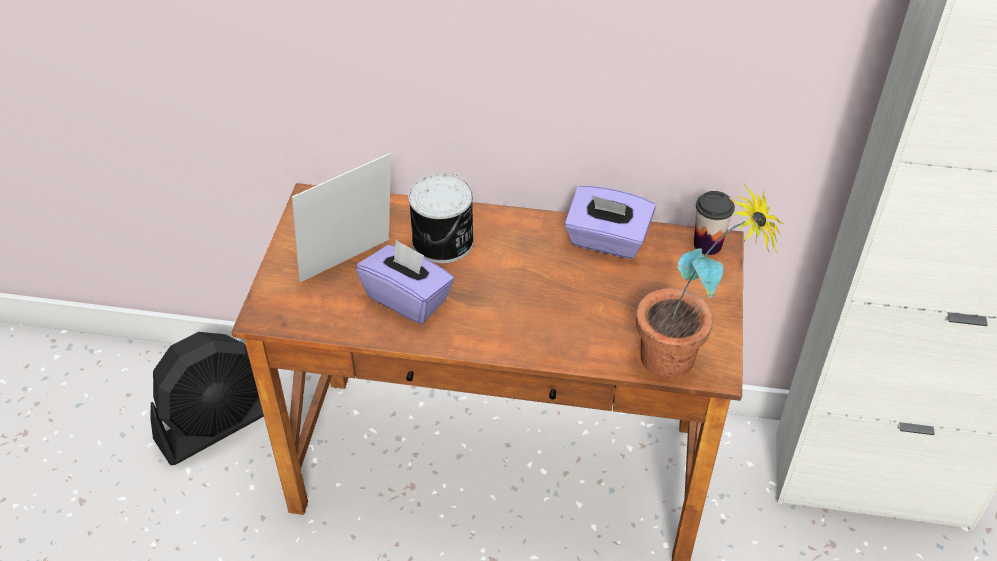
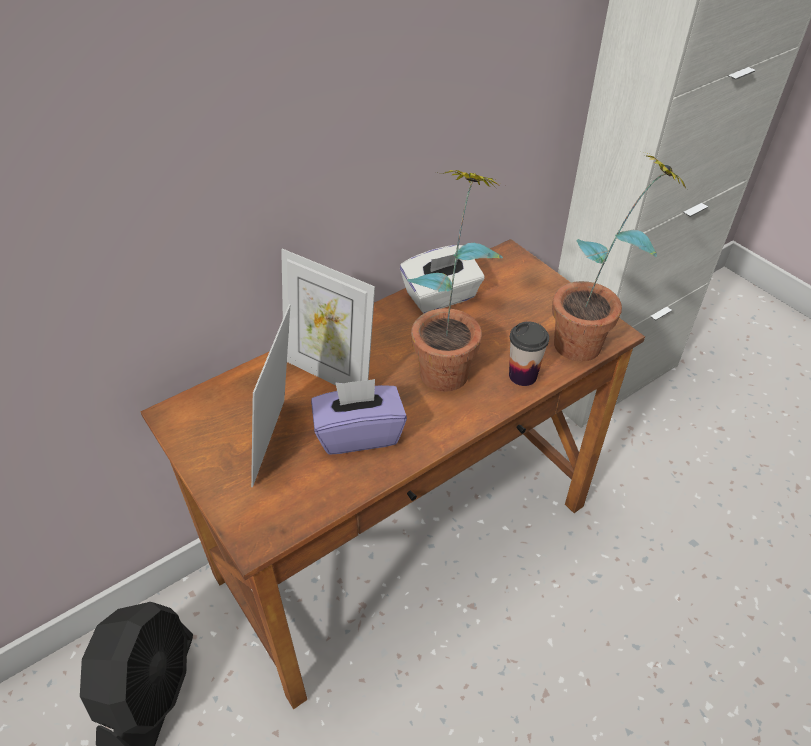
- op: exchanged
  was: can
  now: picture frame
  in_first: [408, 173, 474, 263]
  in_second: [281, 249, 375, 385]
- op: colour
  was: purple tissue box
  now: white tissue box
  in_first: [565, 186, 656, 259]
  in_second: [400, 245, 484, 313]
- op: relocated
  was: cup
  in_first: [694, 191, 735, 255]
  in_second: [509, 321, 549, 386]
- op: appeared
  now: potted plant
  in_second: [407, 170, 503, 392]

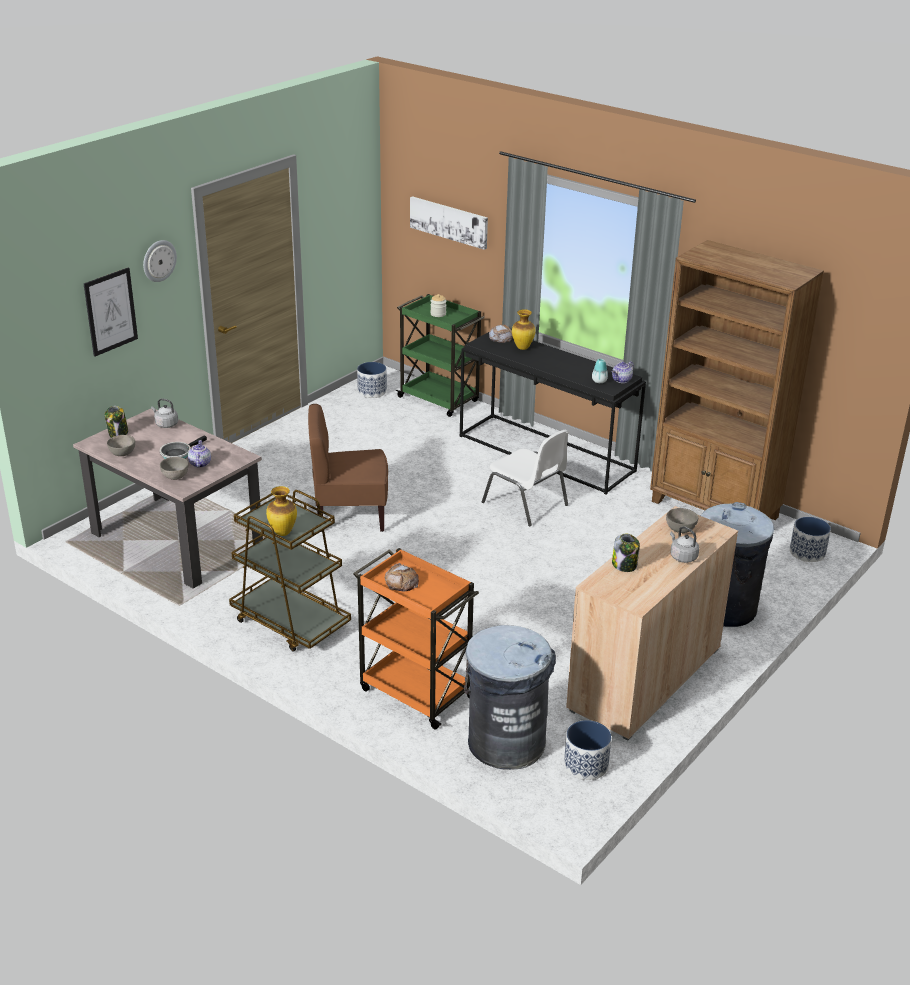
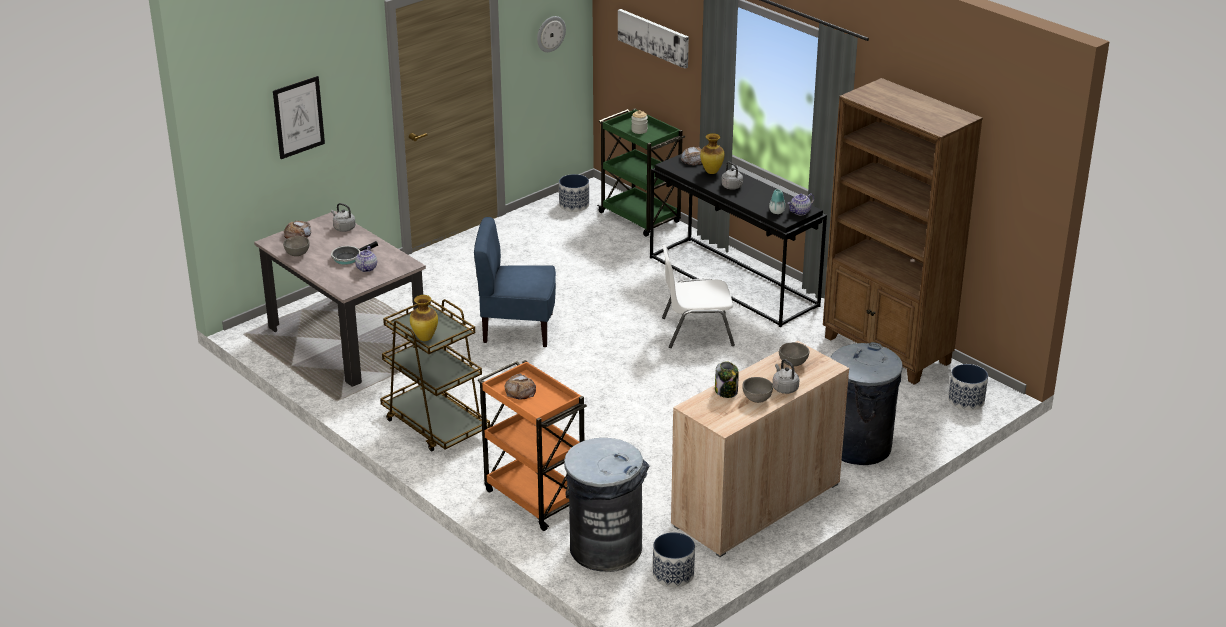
- op: relocated
  was: wall clock
  in_first: [143, 240, 177, 282]
  in_second: [537, 16, 566, 52]
- op: colour
  was: brown chair
  now: blue chair
  in_first: [308, 404, 388, 532]
  in_second: [474, 217, 556, 347]
- op: exchanged
  was: jar
  now: bread
  in_first: [105, 406, 128, 438]
  in_second: [284, 221, 311, 239]
- op: spun
  was: white chair
  in_first: [482, 430, 569, 526]
  in_second: [662, 244, 735, 348]
  clockwise: 120
- op: relocated
  was: grey bowl
  in_first: [160, 457, 188, 480]
  in_second: [742, 377, 773, 403]
- op: appeared
  now: grey kettle
  in_second: [721, 162, 743, 190]

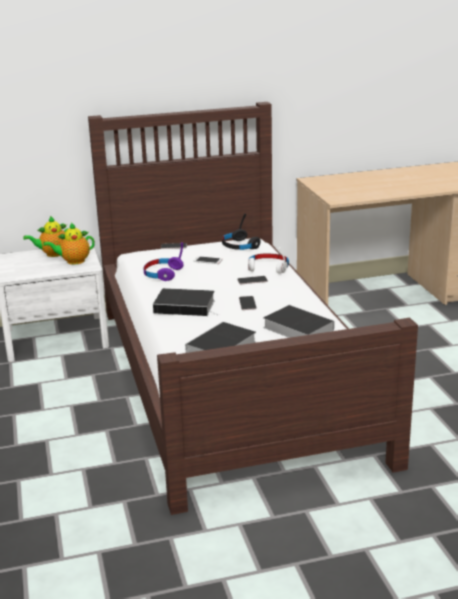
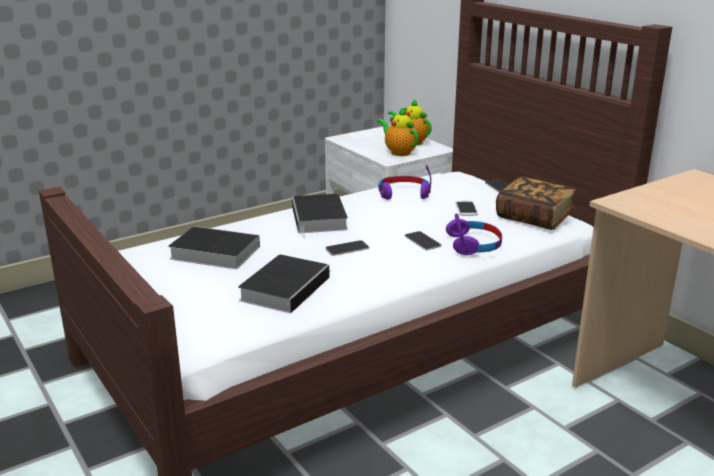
- op: exchanged
  was: black headphones
  now: book
  in_first: [222, 213, 261, 250]
  in_second: [496, 176, 576, 230]
- op: colour
  was: white headphones
  now: purple headphones
  in_first: [248, 247, 289, 274]
  in_second: [446, 213, 502, 255]

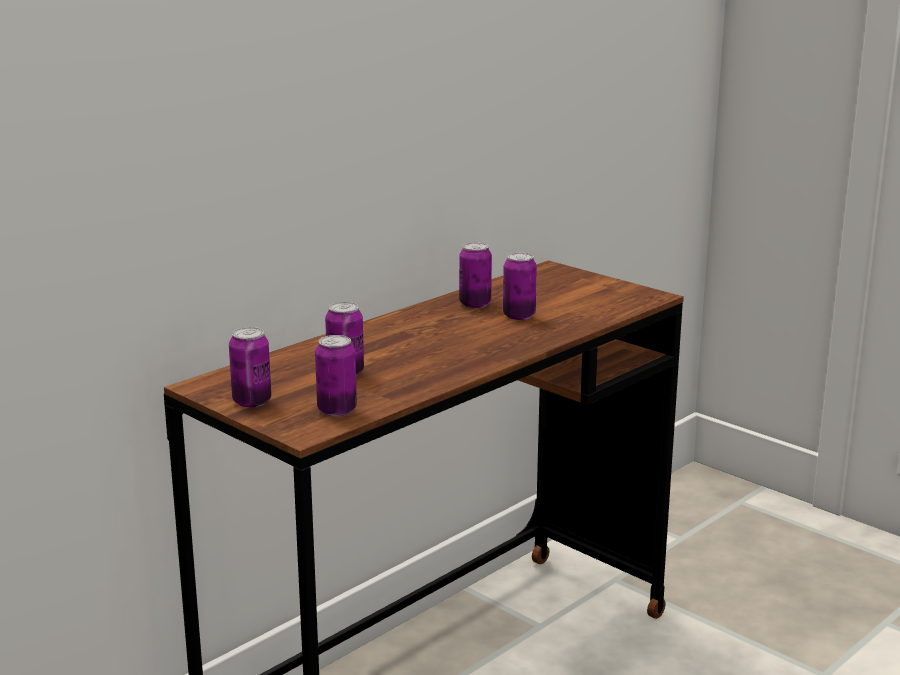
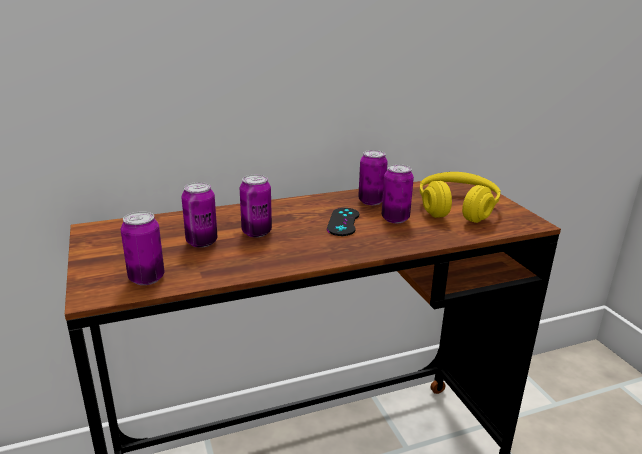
- op: relocated
  was: can
  in_first: [229, 327, 271, 408]
  in_second: [240, 175, 272, 237]
- op: appeared
  now: yellow headphones
  in_second: [420, 172, 501, 223]
- op: appeared
  now: black game controller
  in_second: [327, 208, 359, 236]

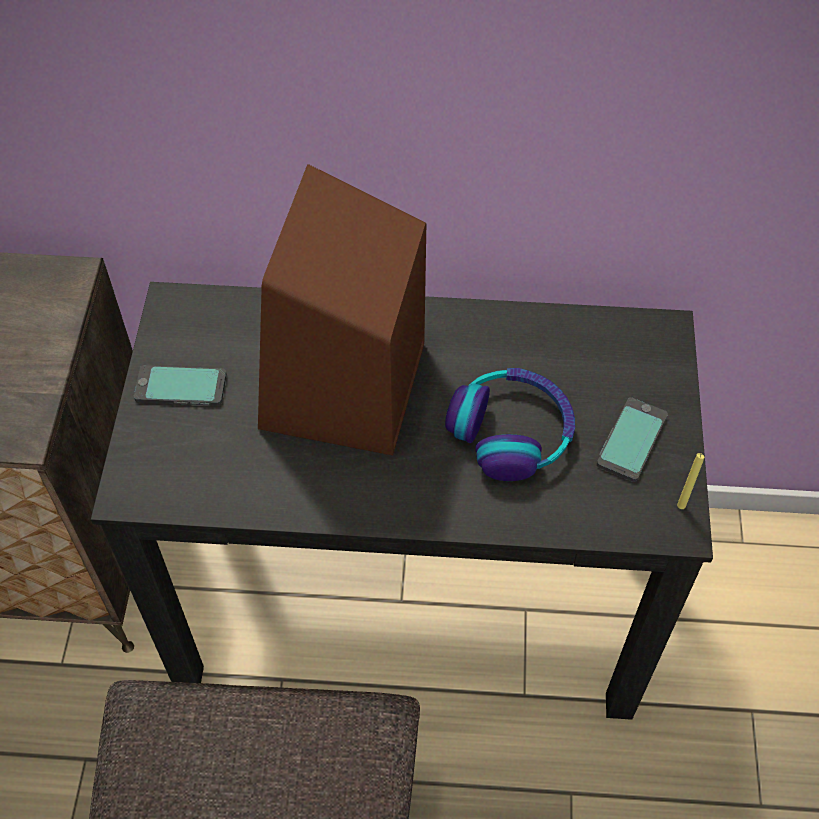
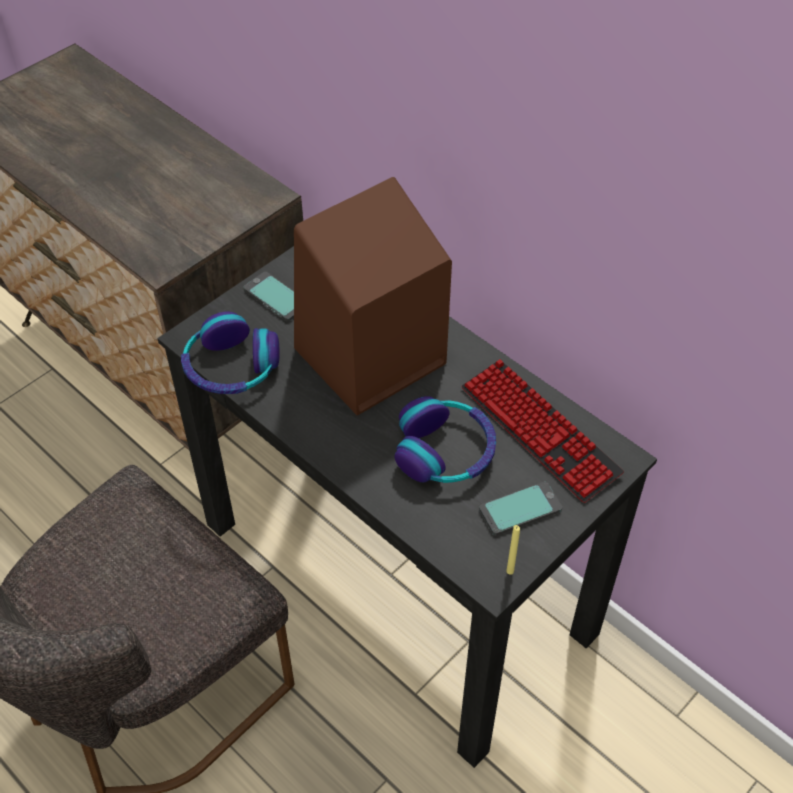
- op: appeared
  now: headphones
  in_second: [181, 312, 280, 394]
- op: appeared
  now: keyboard
  in_second: [461, 359, 624, 503]

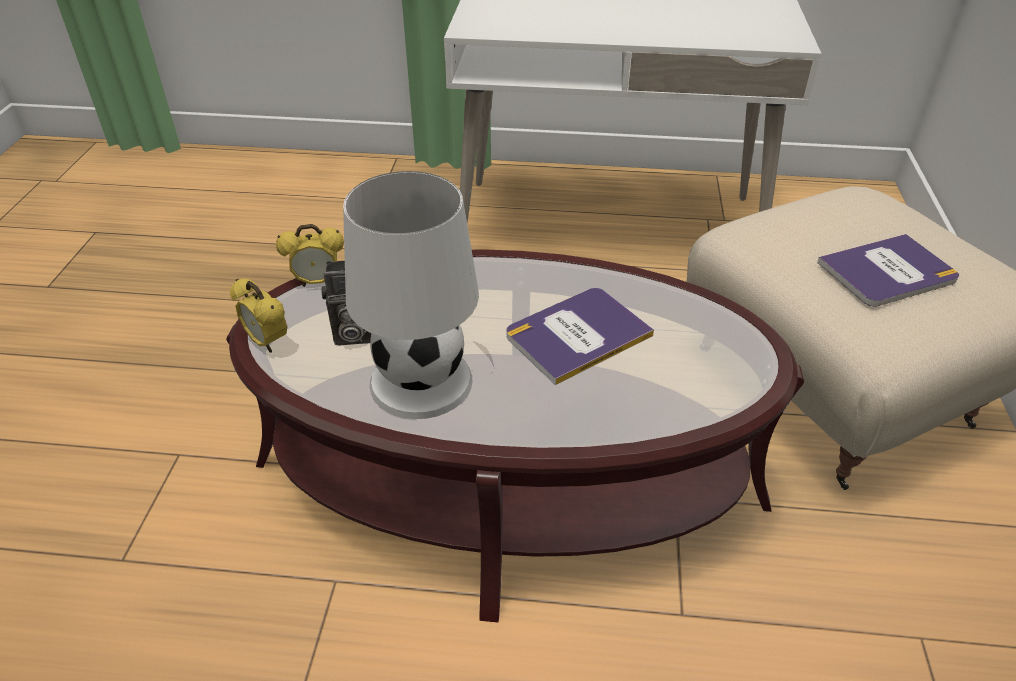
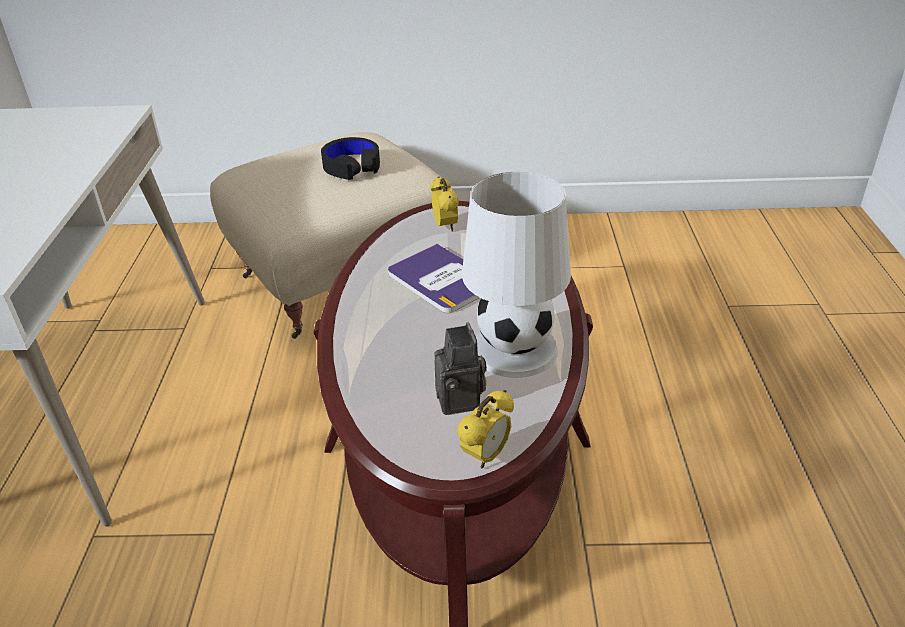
- op: relocated
  was: alarm clock
  in_first: [276, 224, 343, 287]
  in_second: [430, 177, 459, 232]
- op: exchanged
  was: book
  now: black headphones
  in_first: [817, 234, 959, 307]
  in_second: [321, 137, 380, 180]

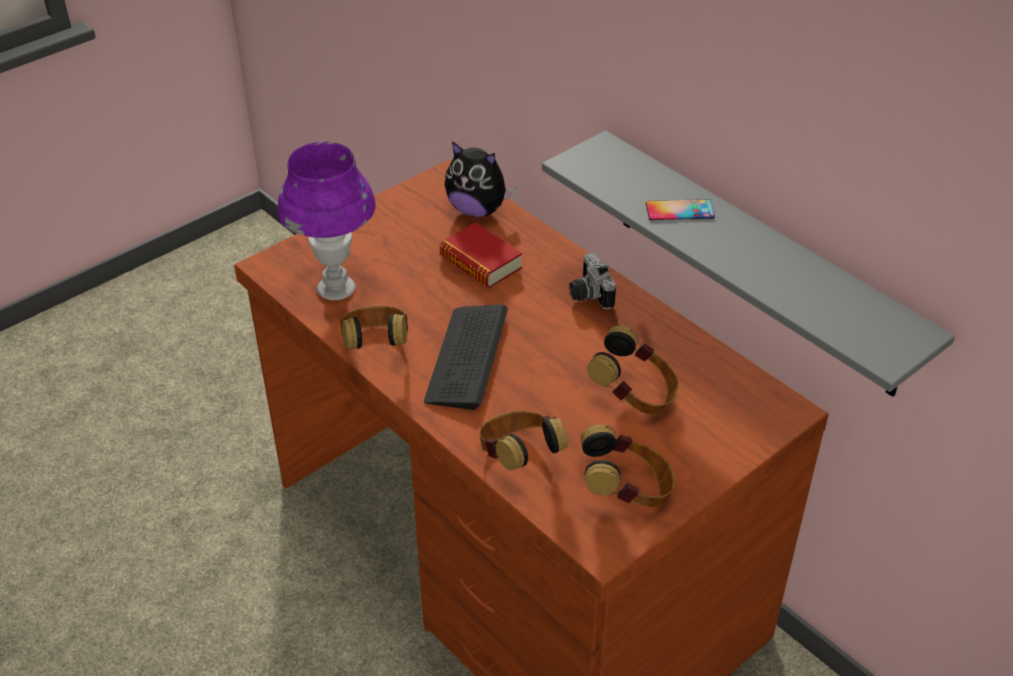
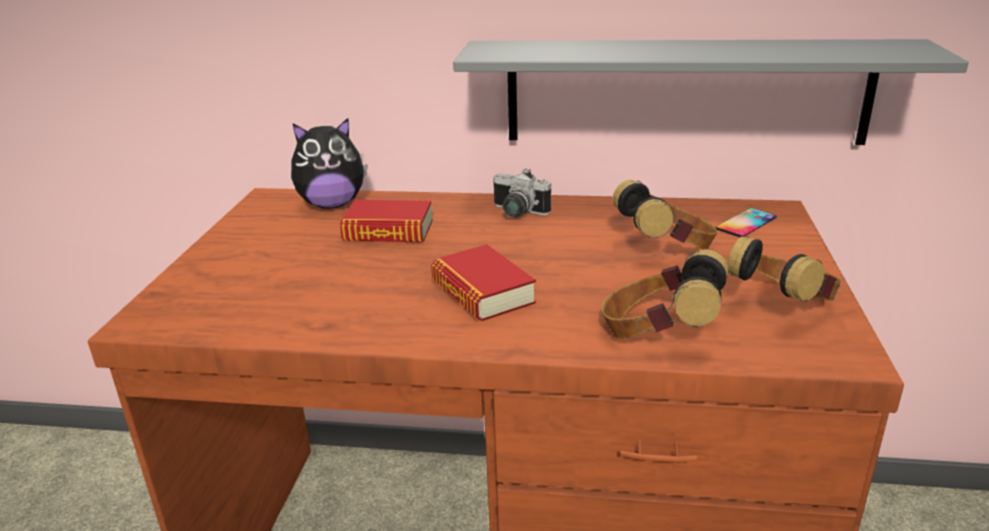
- op: missing
  was: purple table lamp
  in_first: [277, 142, 375, 300]
- op: relocated
  was: phone
  in_first: [646, 199, 715, 220]
  in_second: [715, 208, 777, 237]
- op: exchanged
  was: keyboard
  now: book
  in_first: [424, 304, 508, 410]
  in_second: [431, 244, 536, 321]
- op: missing
  was: headphones
  in_first: [341, 306, 408, 349]

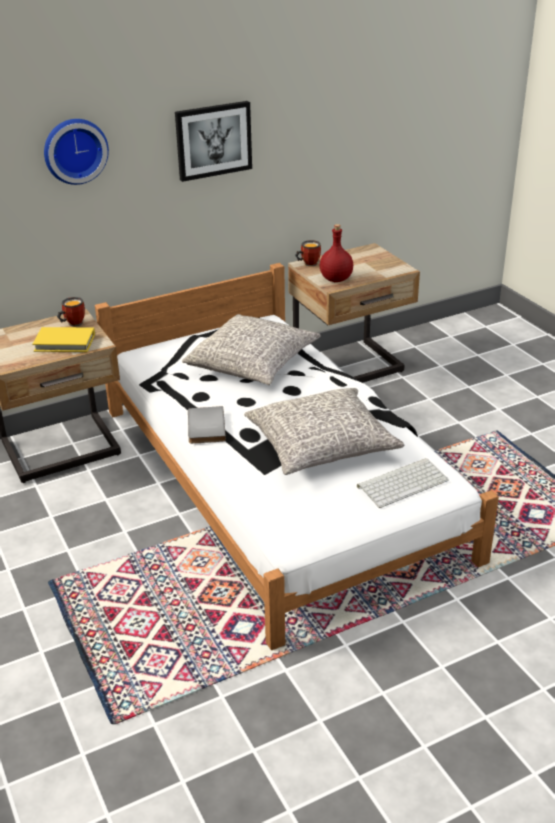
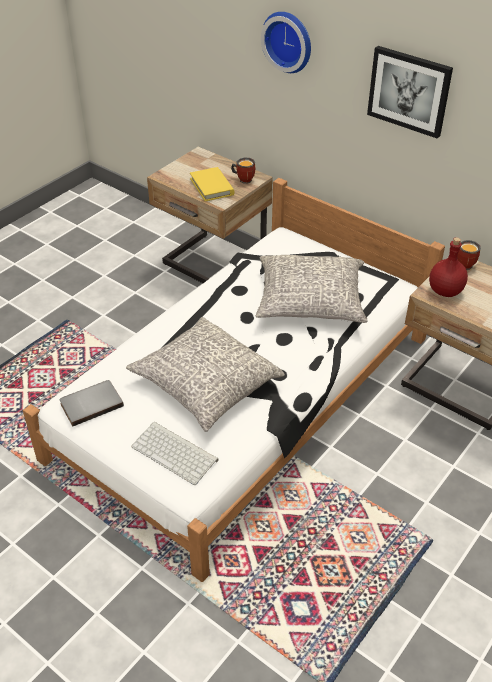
- op: relocated
  was: grey book
  in_first: [188, 406, 226, 444]
  in_second: [60, 380, 124, 427]

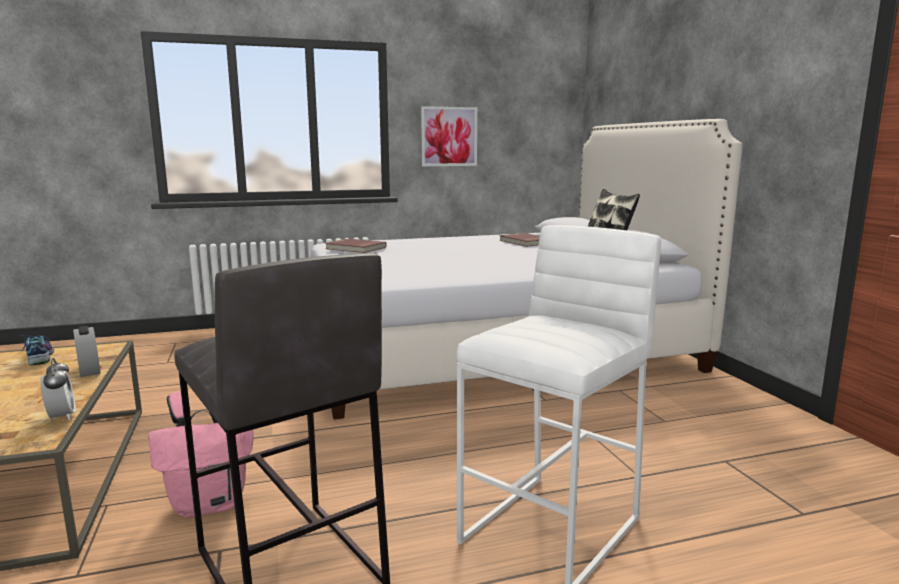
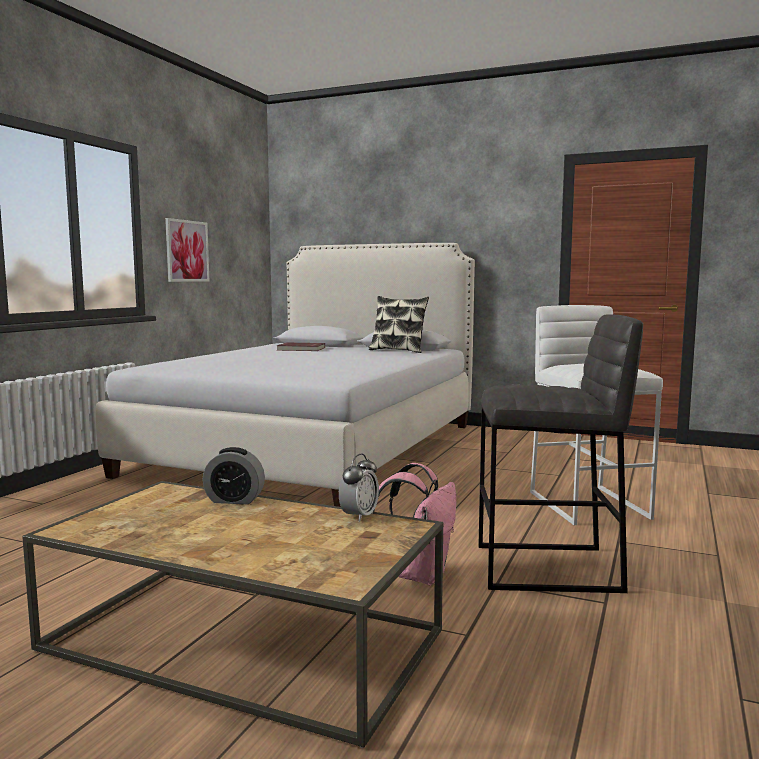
- op: missing
  was: red book
  in_first: [325, 239, 387, 253]
- op: missing
  was: shoe
  in_first: [22, 335, 54, 365]
- op: spun
  was: alarm clock
  in_first: [40, 358, 76, 421]
  in_second: [339, 454, 379, 522]
  clockwise: 105

